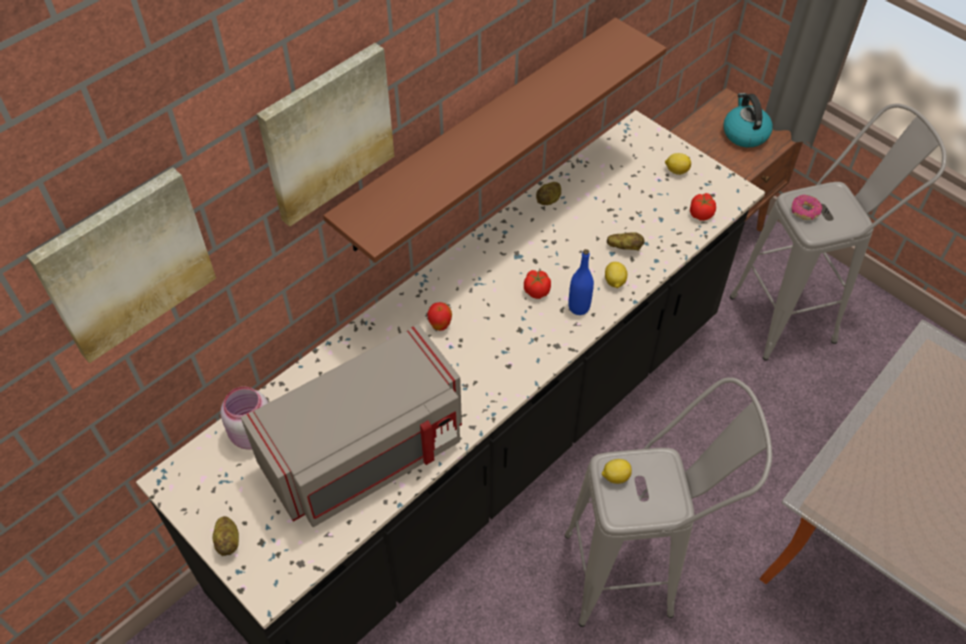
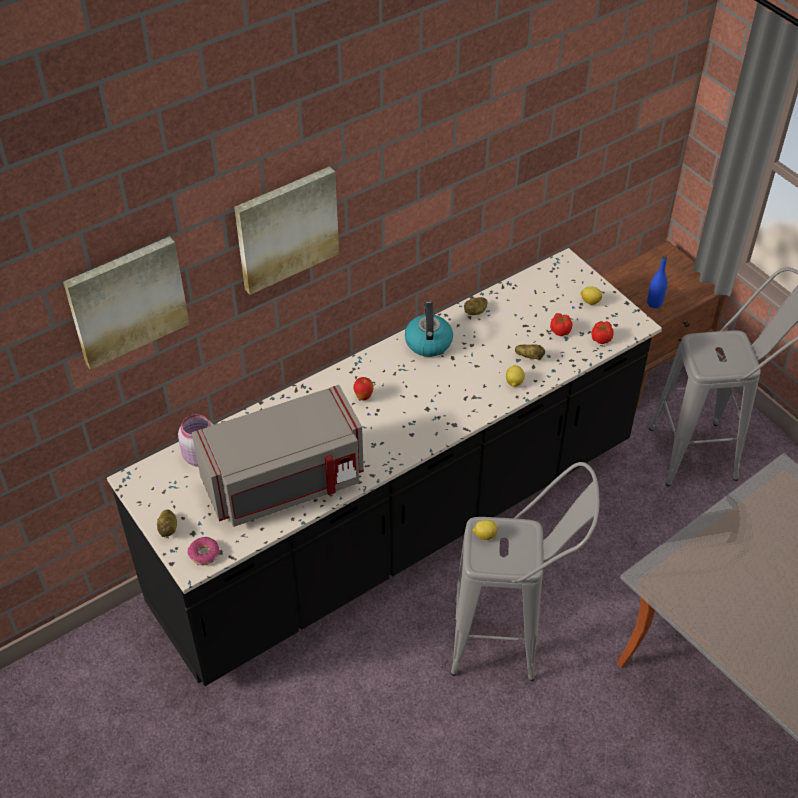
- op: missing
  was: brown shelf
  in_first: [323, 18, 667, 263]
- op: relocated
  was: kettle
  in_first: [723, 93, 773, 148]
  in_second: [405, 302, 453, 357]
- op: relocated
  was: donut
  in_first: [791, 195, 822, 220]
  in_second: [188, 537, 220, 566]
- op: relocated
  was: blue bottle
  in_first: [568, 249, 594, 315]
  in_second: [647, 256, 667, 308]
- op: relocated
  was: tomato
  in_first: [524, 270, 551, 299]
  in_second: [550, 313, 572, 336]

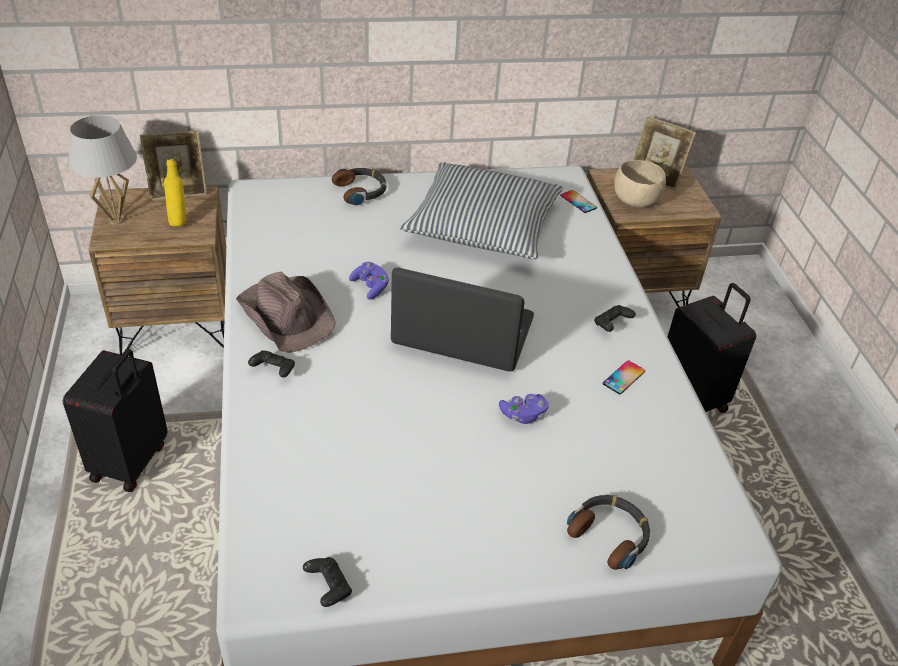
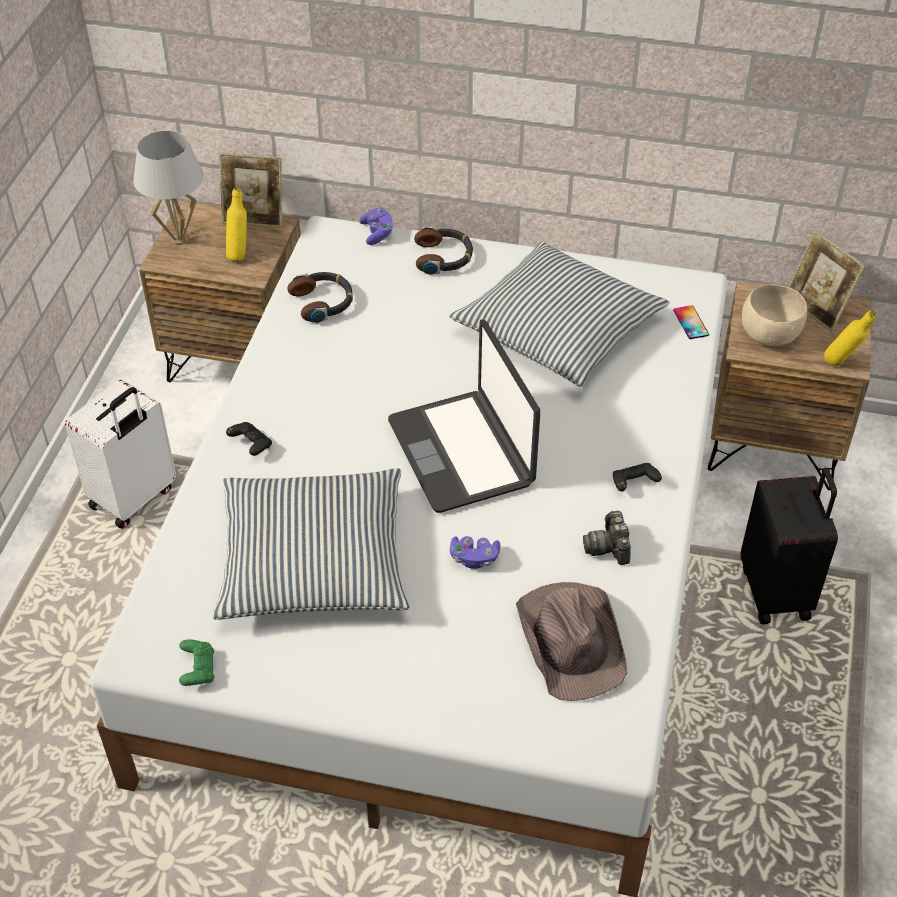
- op: relocated
  was: purple game controller
  in_first: [349, 262, 389, 300]
  in_second: [359, 208, 393, 245]
- op: spun
  was: laptop
  in_first: [391, 268, 534, 372]
  in_second: [388, 320, 540, 513]
  clockwise: -150
- op: relocated
  was: brown hat
  in_first: [236, 272, 336, 353]
  in_second: [516, 582, 627, 701]
- op: colour
  was: black suitcase
  now: white suitcase
  in_first: [63, 349, 168, 492]
  in_second: [65, 380, 176, 529]
- op: exchanged
  was: phone
  now: photo camera
  in_first: [603, 360, 645, 394]
  in_second: [583, 511, 631, 565]
- op: relocated
  was: headphones
  in_first: [567, 495, 650, 570]
  in_second: [287, 272, 353, 323]
- op: colour
  was: black game controller
  now: green game controller
  in_first: [303, 557, 352, 607]
  in_second: [179, 639, 214, 686]
- op: appeared
  now: yellow bottle
  in_second: [824, 310, 877, 366]
- op: appeared
  now: pillow
  in_second: [212, 468, 409, 620]

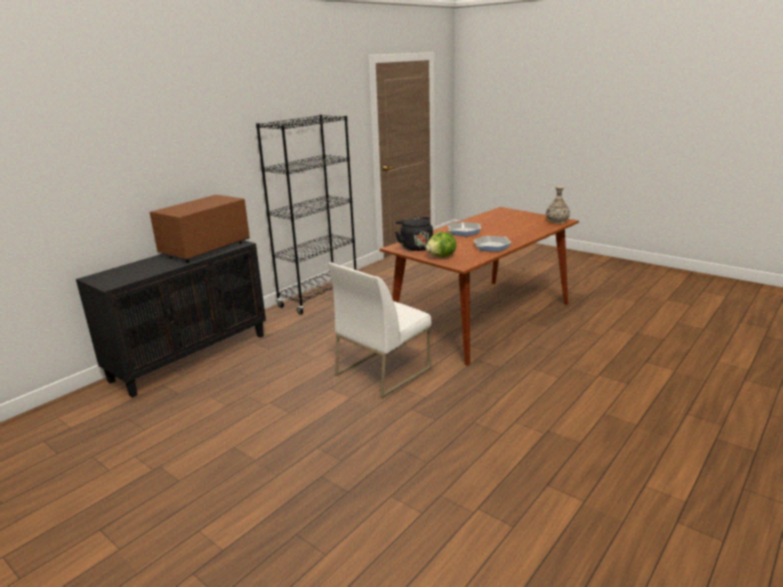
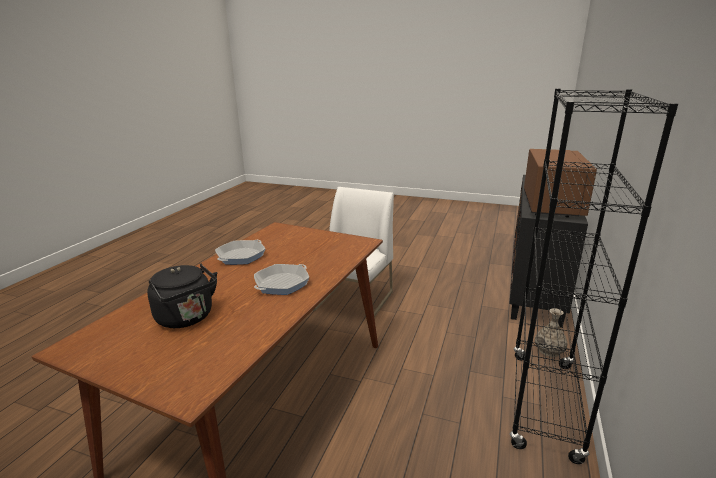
- op: relocated
  was: vase
  in_first: [546, 186, 570, 224]
  in_second: [535, 308, 567, 357]
- op: relocated
  was: black kettle
  in_first: [395, 217, 433, 251]
  in_second: [147, 264, 217, 328]
- op: missing
  was: lettuce
  in_first: [426, 232, 457, 257]

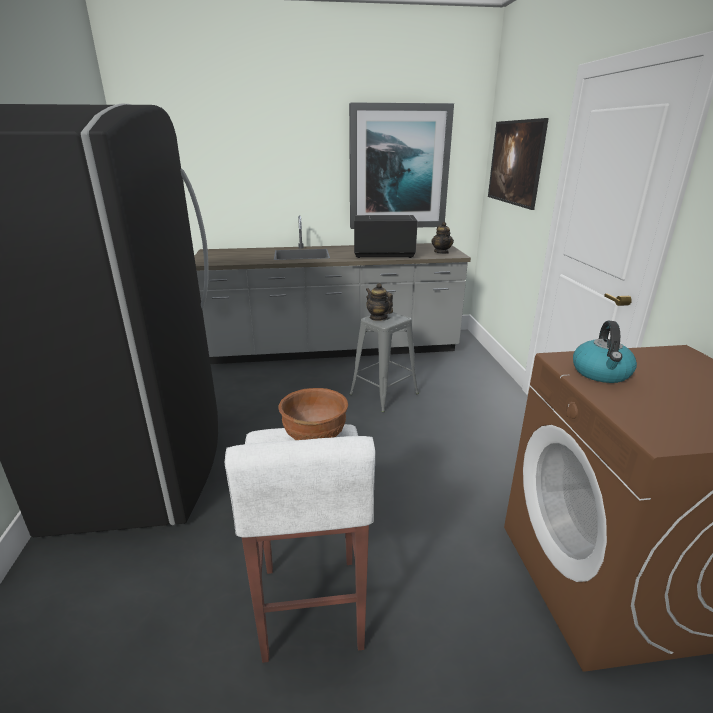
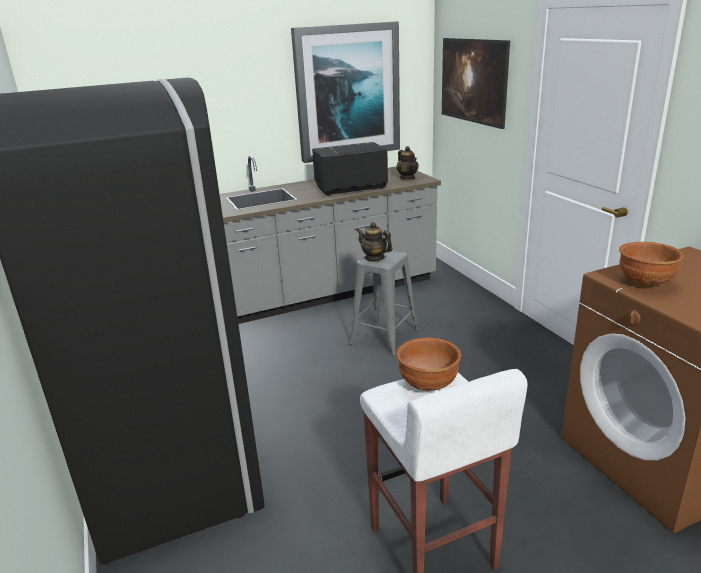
- op: exchanged
  was: kettle
  now: brown bowl
  in_first: [573, 321, 637, 383]
  in_second: [619, 242, 684, 286]

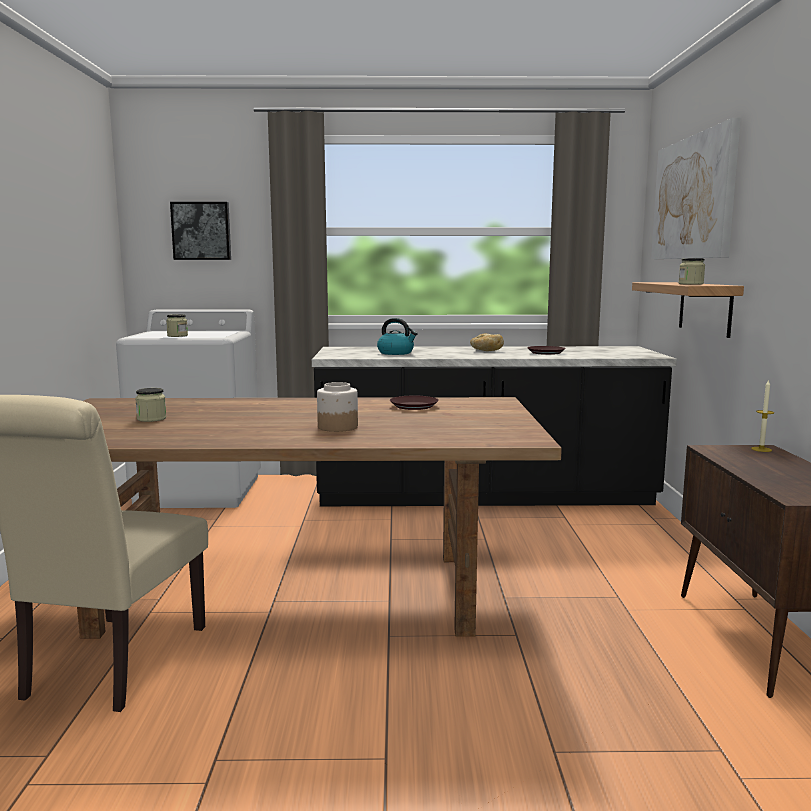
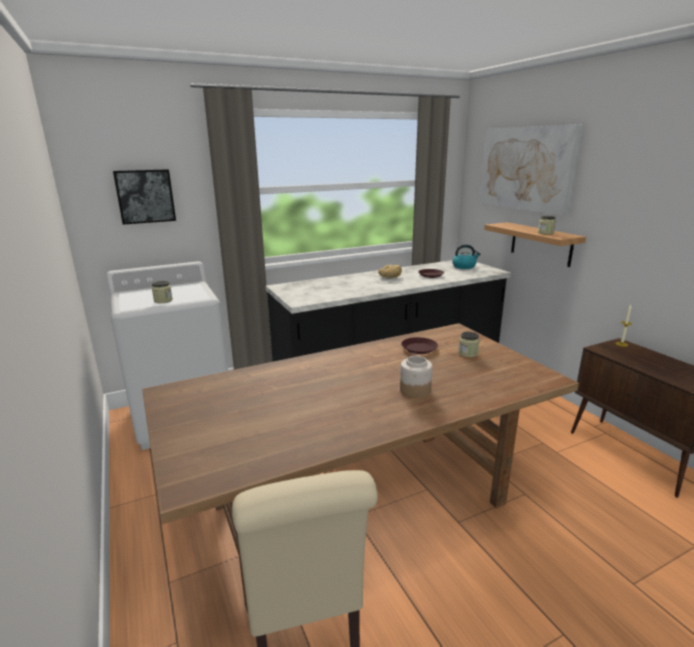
- op: relocated
  was: kettle
  in_first: [377, 318, 418, 355]
  in_second: [452, 244, 480, 269]
- op: relocated
  was: jar
  in_first: [135, 388, 166, 422]
  in_second: [458, 332, 479, 357]

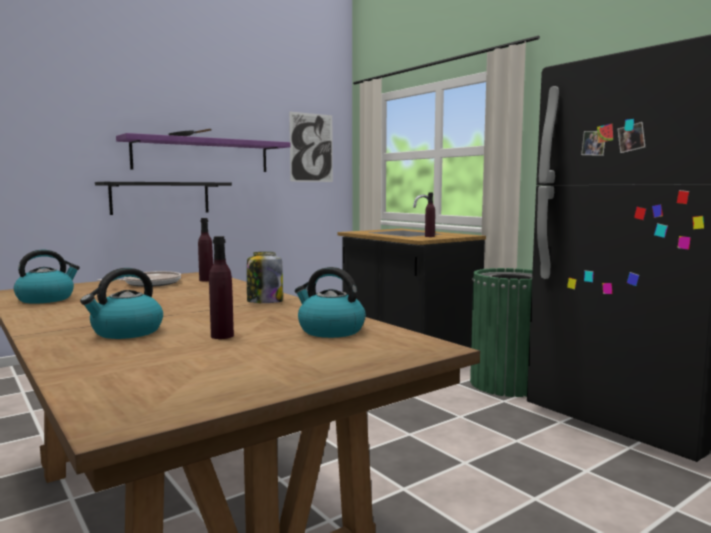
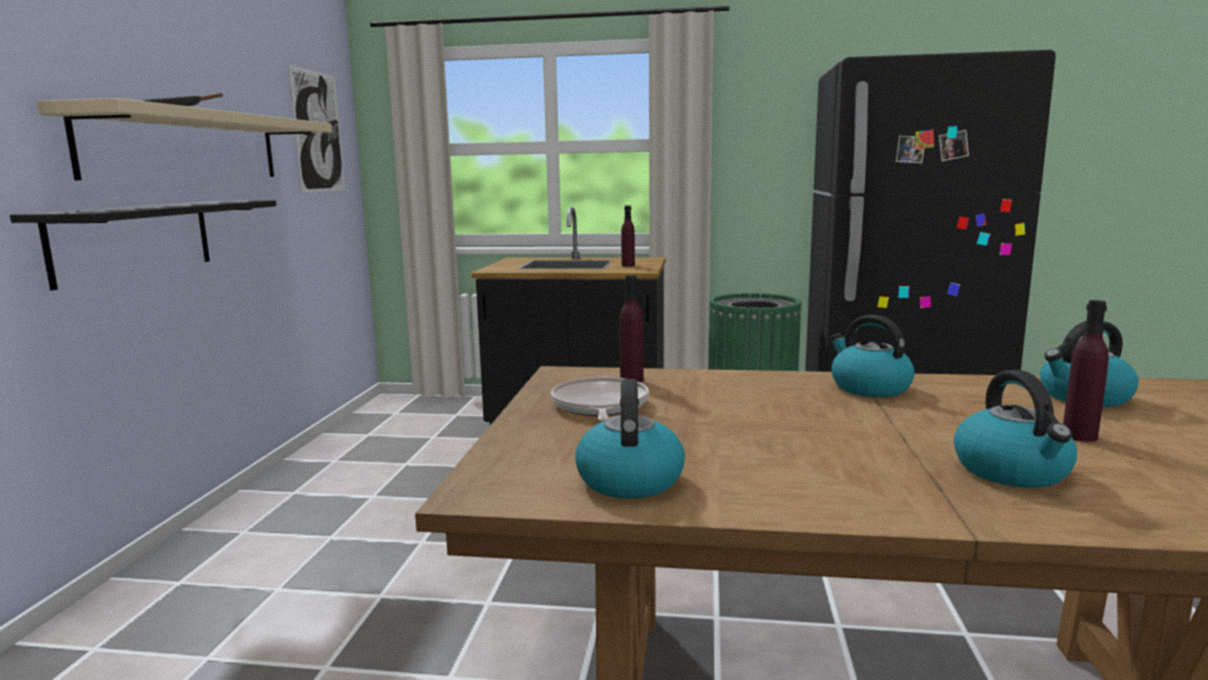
- op: colour
  was: purple shelf
  now: beige shelf
  in_first: [116, 133, 290, 172]
  in_second: [37, 98, 332, 180]
- op: exchanged
  was: jar
  now: kettle
  in_first: [247, 252, 283, 303]
  in_second: [830, 315, 915, 397]

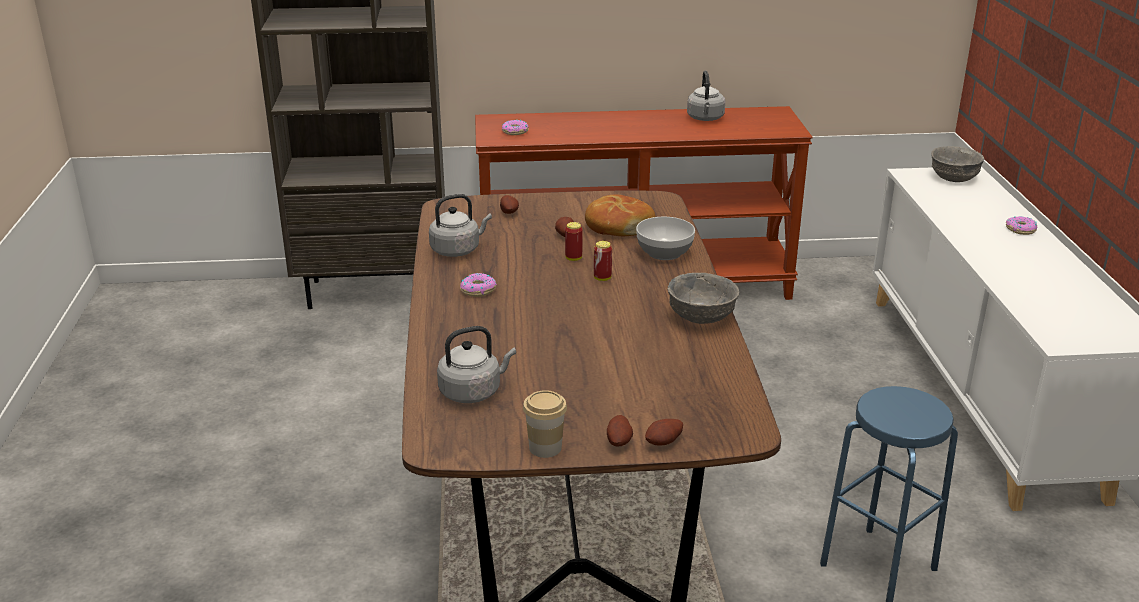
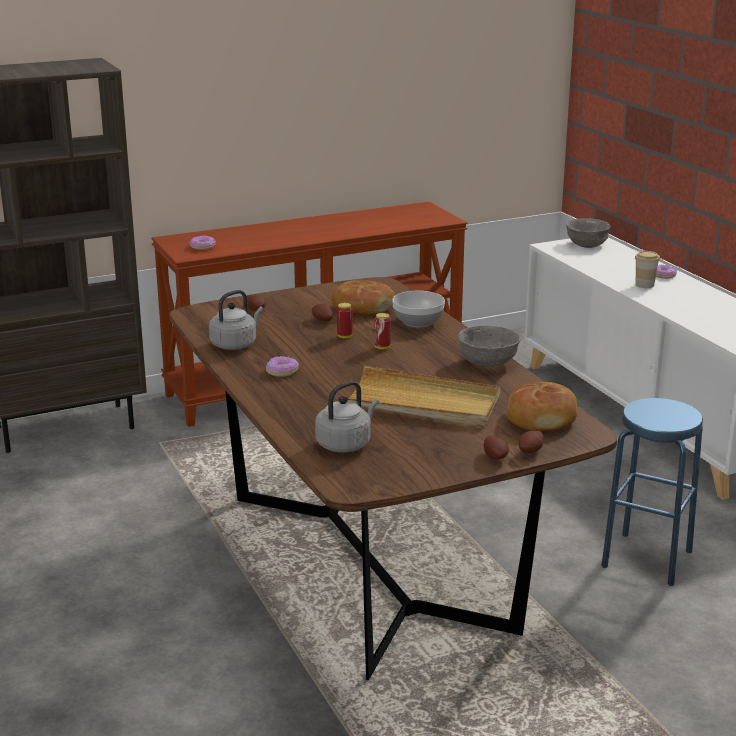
- op: missing
  was: grey kettle
  in_first: [687, 71, 725, 121]
- op: relocated
  was: cup
  in_first: [523, 390, 567, 458]
  in_second: [635, 251, 660, 288]
- op: appeared
  now: beige tray
  in_second: [347, 366, 501, 426]
- op: appeared
  now: bread
  in_second: [507, 382, 577, 431]

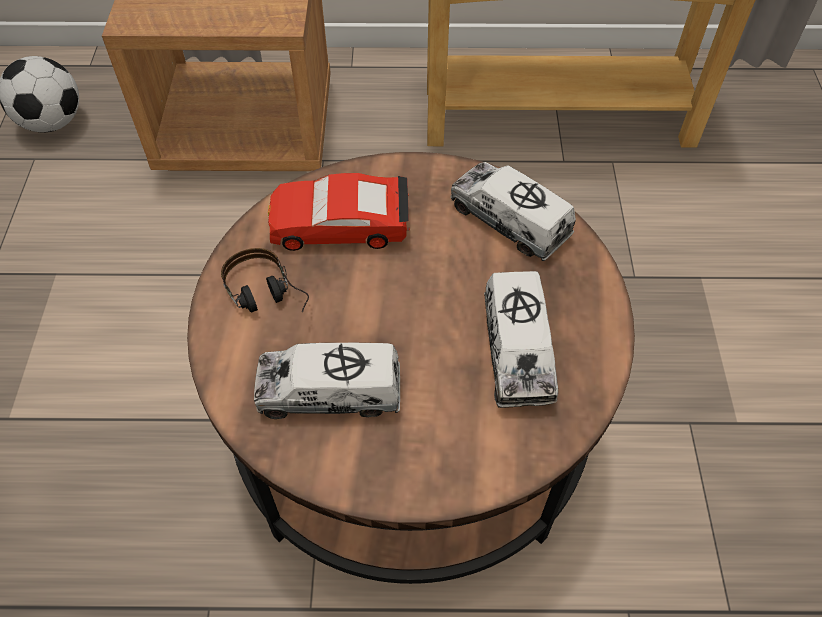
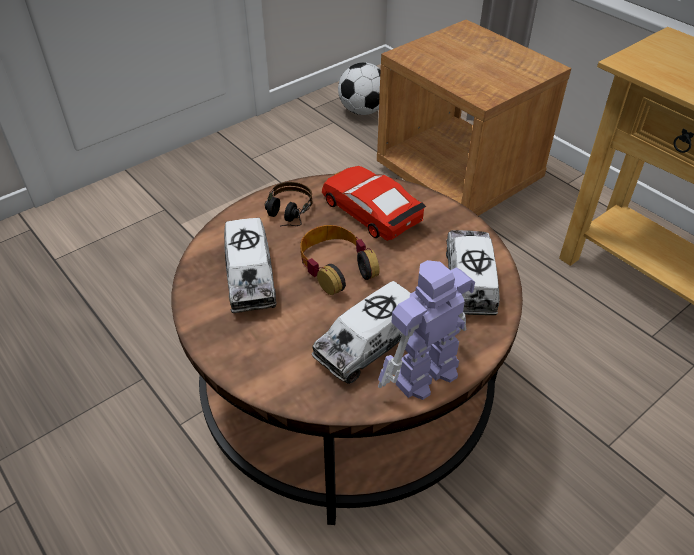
- op: spun
  was: toy truck
  in_first: [254, 343, 400, 419]
  in_second: [224, 218, 276, 313]
  clockwise: -150
- op: appeared
  now: headphones
  in_second: [300, 225, 380, 295]
- op: appeared
  now: toy robot
  in_second: [378, 260, 475, 400]

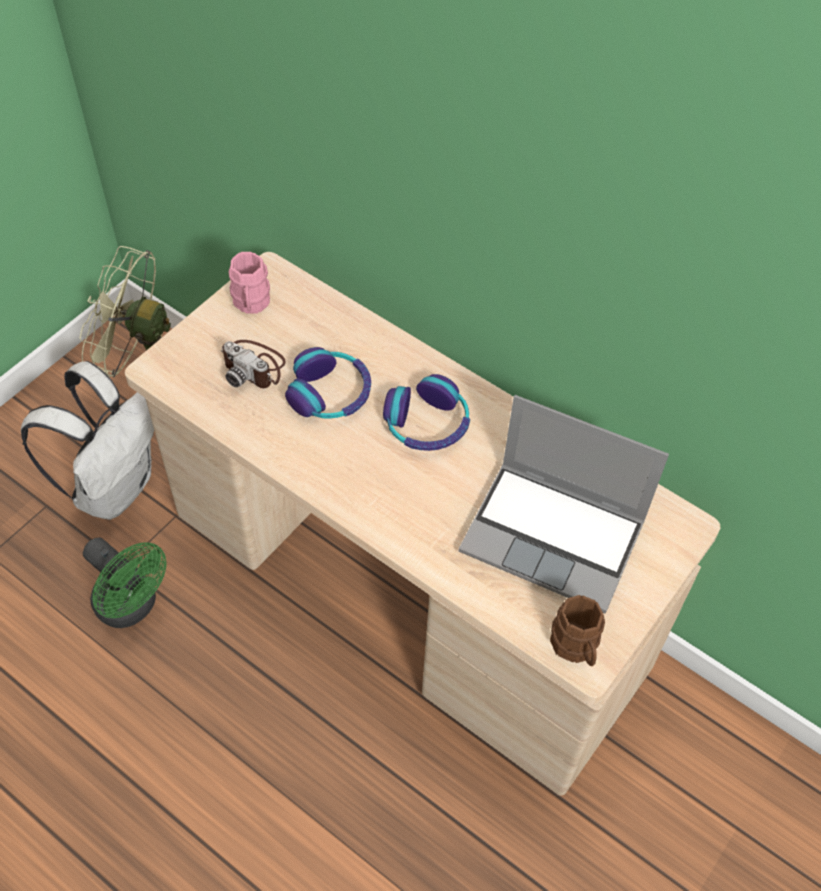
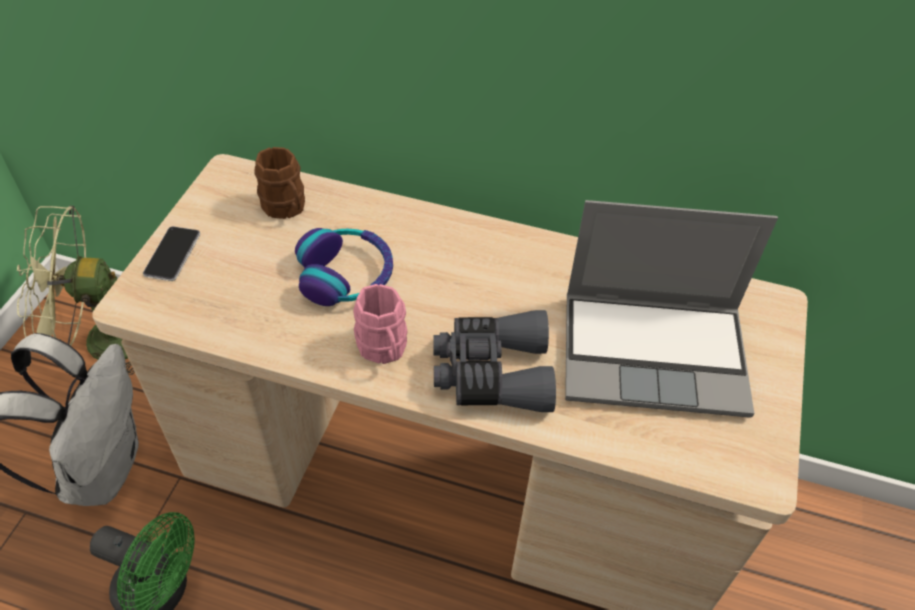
- op: relocated
  was: pink mug
  in_first: [228, 252, 270, 314]
  in_second: [353, 284, 408, 364]
- op: missing
  was: photo camera
  in_first: [221, 340, 286, 388]
- op: missing
  was: headphones
  in_first: [383, 374, 470, 451]
- op: relocated
  was: brown mug
  in_first: [550, 595, 605, 666]
  in_second: [254, 147, 305, 219]
- op: appeared
  now: phone
  in_second: [143, 226, 200, 281]
- op: appeared
  now: grey binoculars
  in_second: [433, 310, 556, 412]

